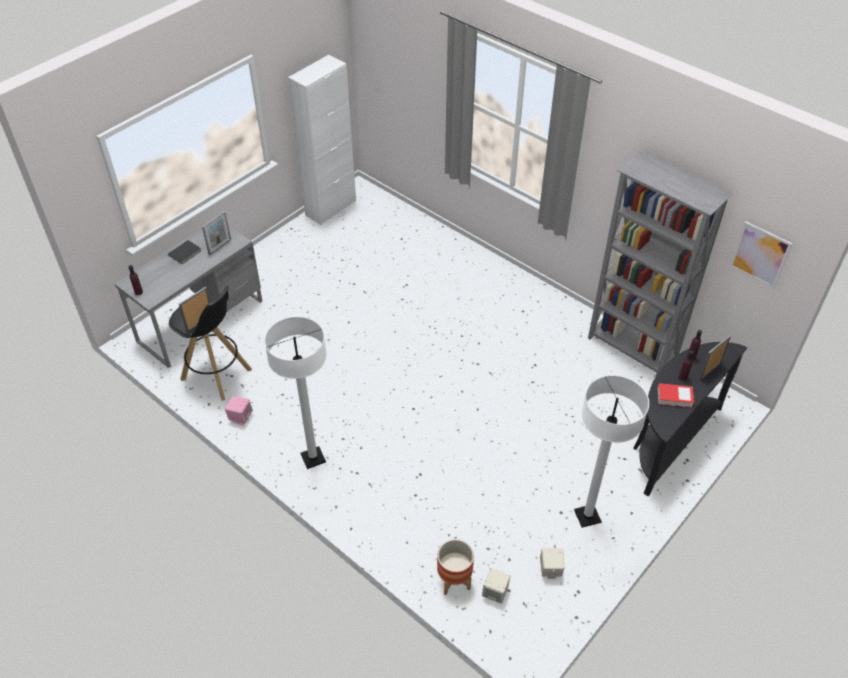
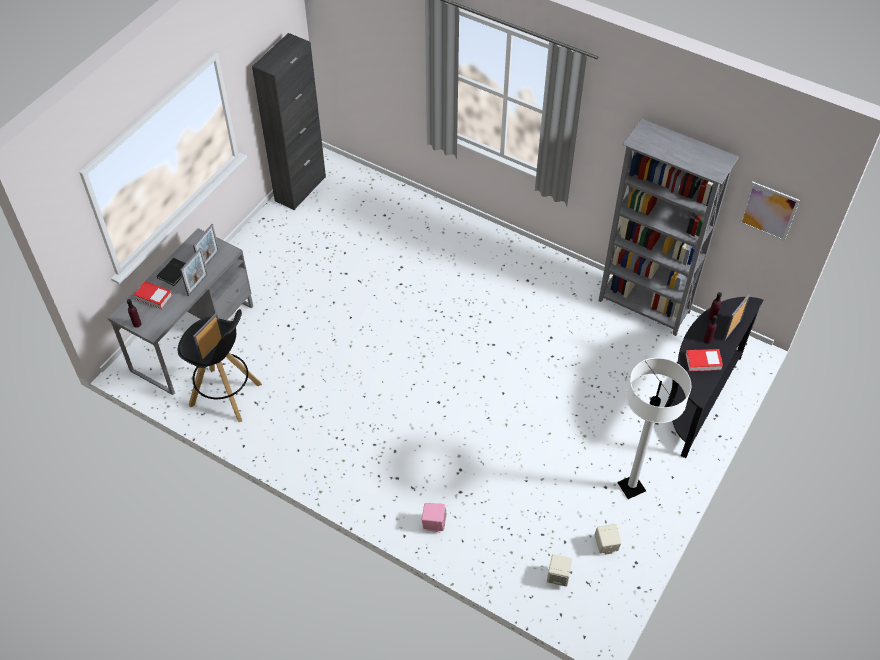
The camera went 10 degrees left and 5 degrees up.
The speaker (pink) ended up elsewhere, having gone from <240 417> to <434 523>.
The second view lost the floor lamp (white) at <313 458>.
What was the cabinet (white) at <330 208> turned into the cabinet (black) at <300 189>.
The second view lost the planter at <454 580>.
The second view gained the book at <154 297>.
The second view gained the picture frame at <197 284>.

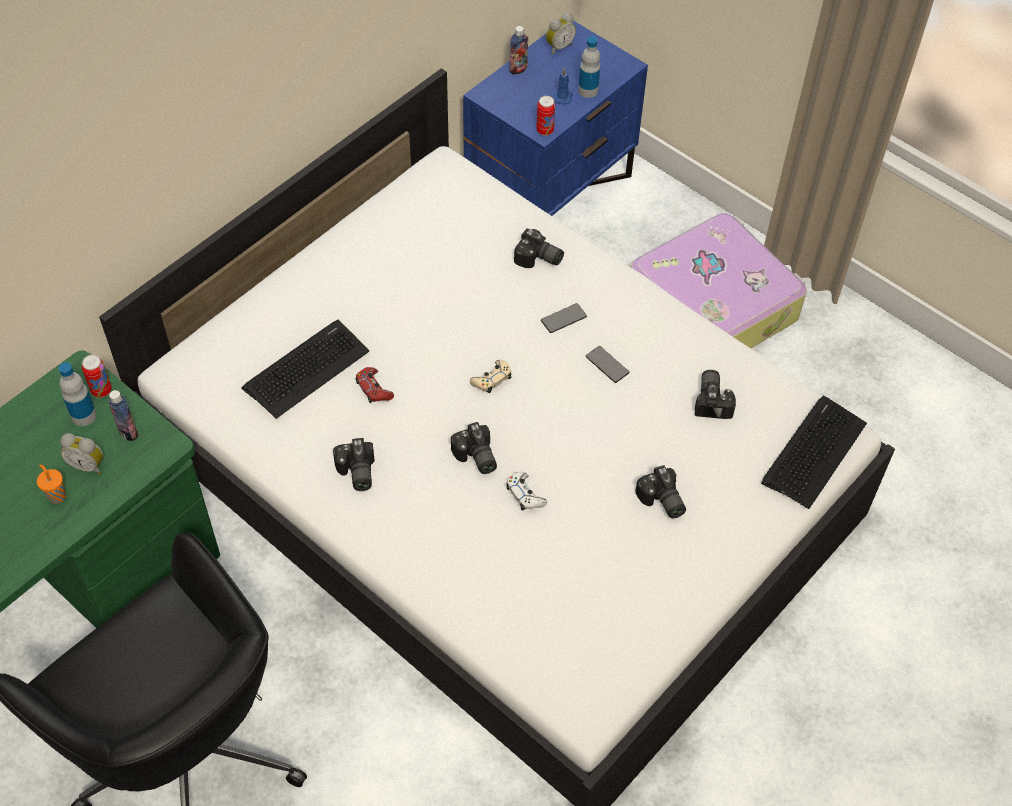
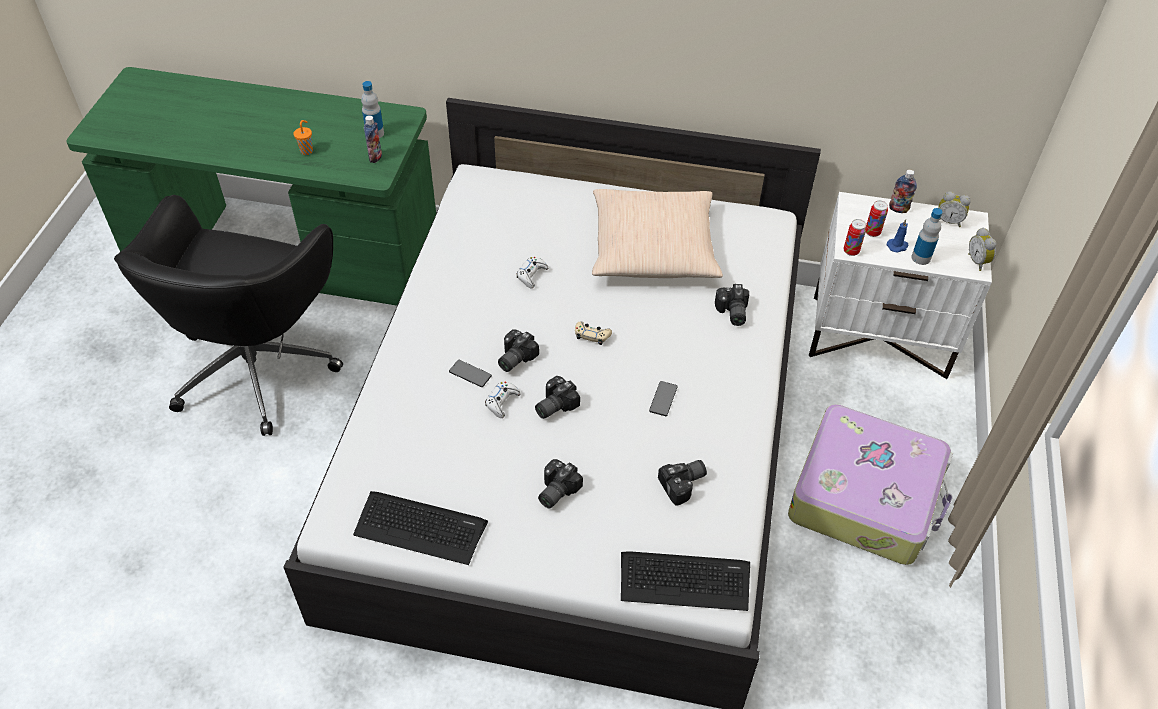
The camera went 60 degrees right and 5 degrees down.
The alarm clock ended up elsewhere, having gone from <88 465> to <978 262>.
The can ended up elsewhere, having gone from <101 390> to <872 232>.
The keyboard ended up elsewhere, having gone from <306 369> to <420 527>.
The photo camera ended up elsewhere, having gone from <355 473> to <553 405>.
What was the game controller (red) at <374 389> turned into the game controller (white) at <531 275>.
What was the nightstand (blue) at <550 191> turned into the nightstand (white) at <879 335>.
The phone ended up elsewhere, having gone from <563 319> to <470 374>.
The second view gained the pillow (beige) at <653 247>.

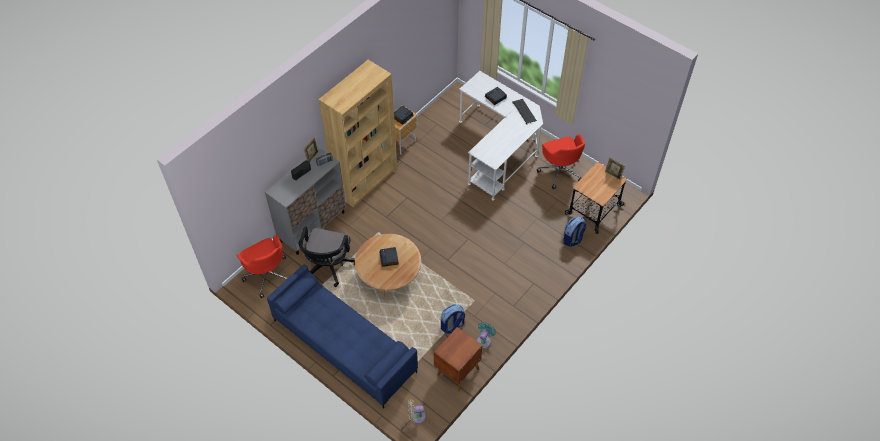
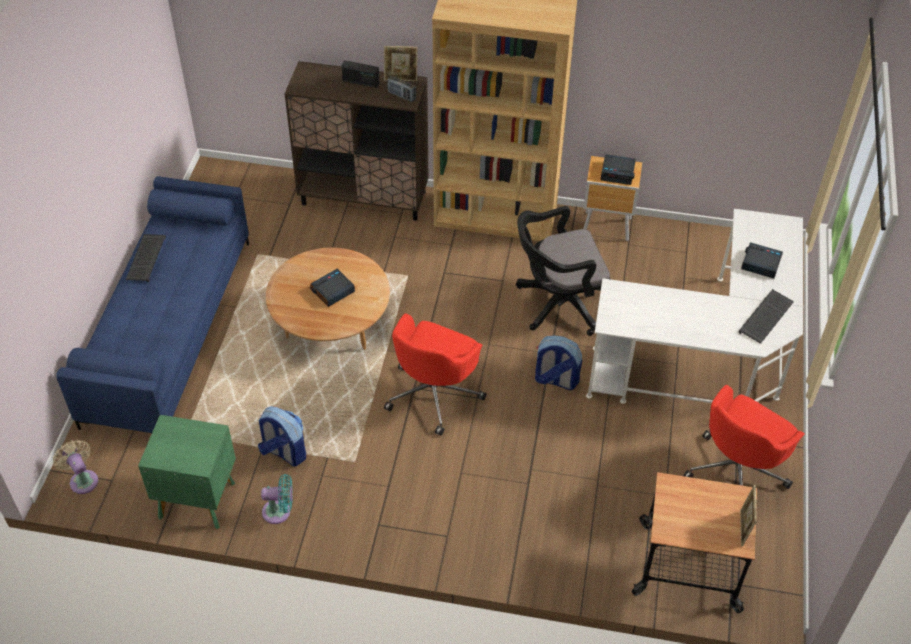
The camera went 60 degrees right and 5 degrees down.
The office chair (red) ended up elsewhere, having gone from <267 275> to <434 393>.
What was the cabinet (grey) at <313 226> turned into the cabinet (brown) at <364 198>.
The office chair (black) ended up elsewhere, having gone from <328 267> to <558 304>.
What was the nightstand (brown) at <457 371> turned into the nightstand (green) at <196 498>.
The backpack ended up elsewhere, having gone from <573 239> to <555 380>.
The second view gained the keyboard at <146 258>.

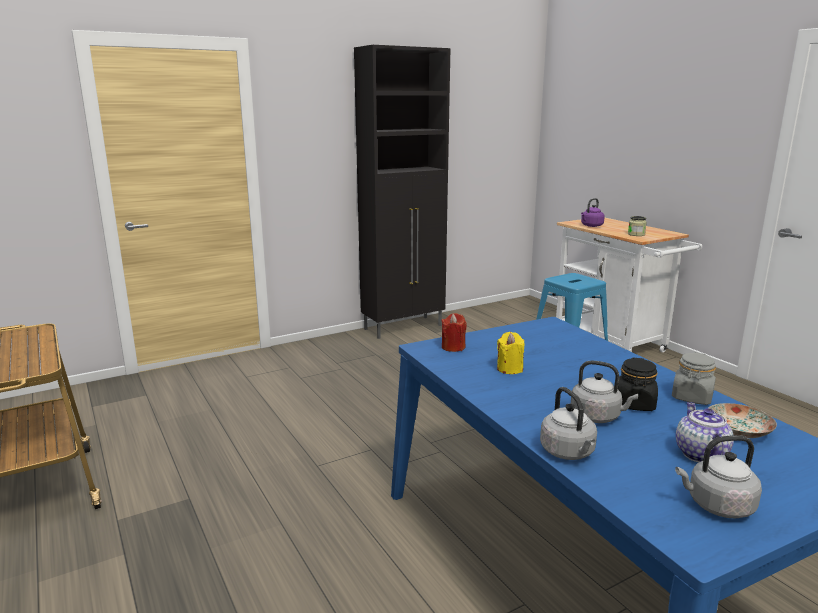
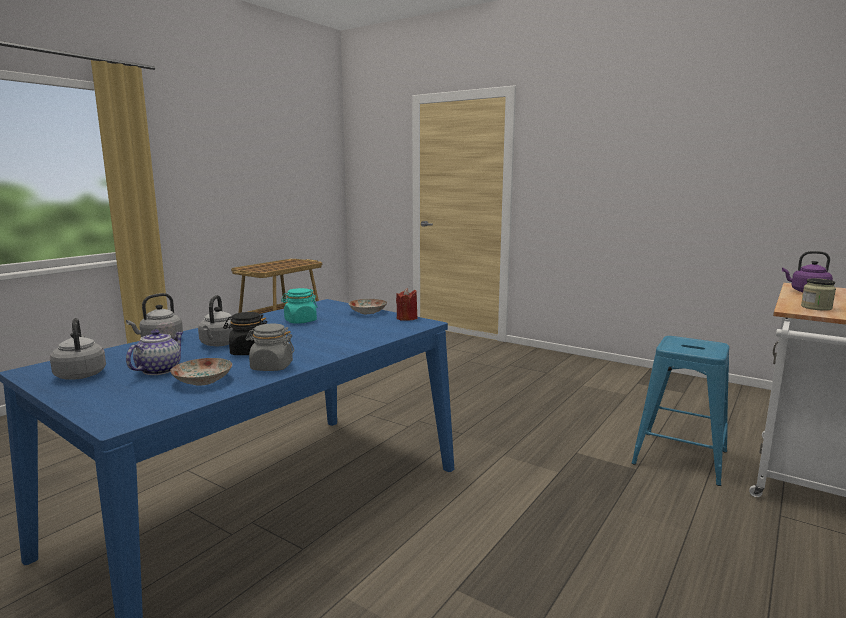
The camera went 65 degrees right and 5 degrees down.
The second view lost the cabinet (black) at <404 327>.
The candle (red) ended up elsewhere, having gone from <453 347> to <407 318>.
Where the candle (yellow) stood at <509 369>, the jar (turquoise) came to stand at <300 321>.
The teapot at <699 454> ended up facing another way, 45 degrees counterclockwise from before.
The second view gained the plate at <368 312>.

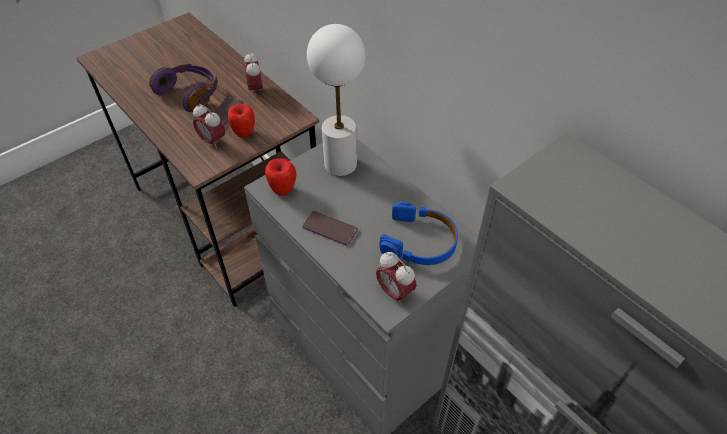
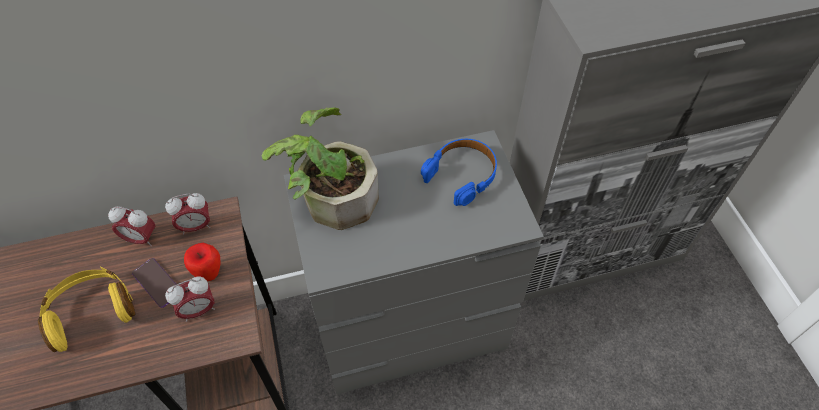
The camera went 65 degrees left and 5 degrees up.
What was the headphones (purple) at <190 94> turned into the headphones (yellow) at <91 312>.
The second view lost the apple at <283 190>.
The second view lost the phone at <330 228>.
Where the table lamp (white) stood at <340 164>, the potted plant came to stand at <331 197>.
The alarm clock ended up elsewhere, having gone from <394 292> to <196 226>.

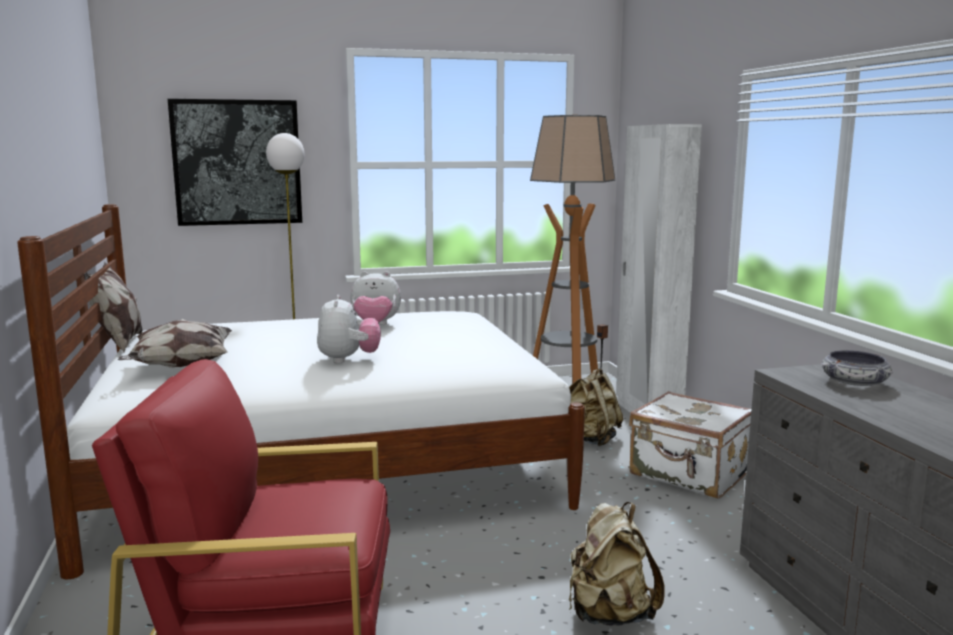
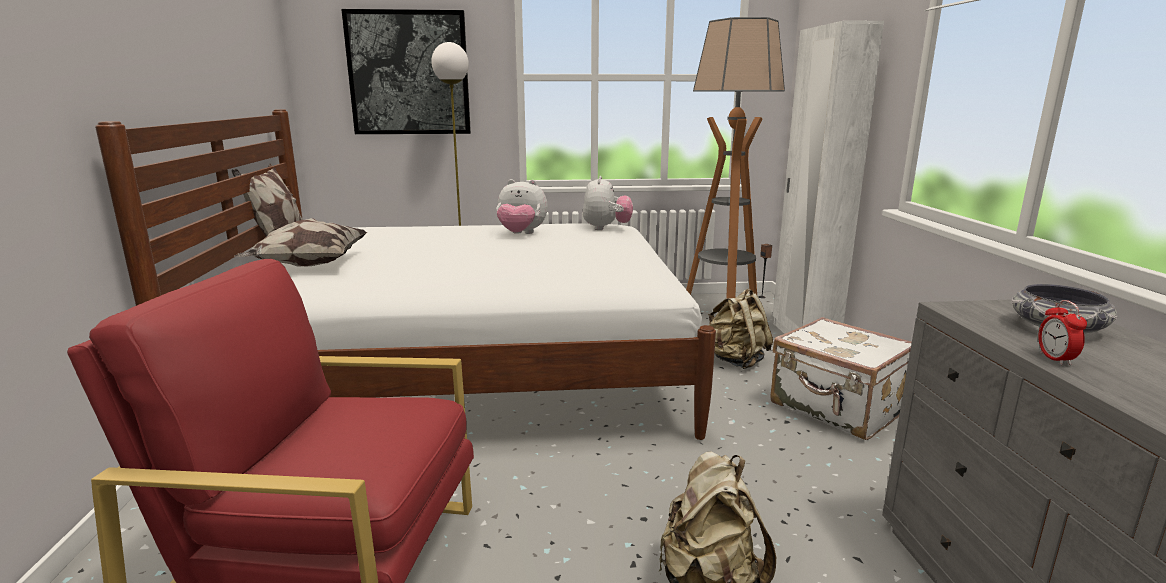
The camera went 10 degrees right and 5 degrees up.
The plush toy ended up elsewhere, having gone from <348 360> to <606 228>.
The second view gained the alarm clock at <1055 359>.

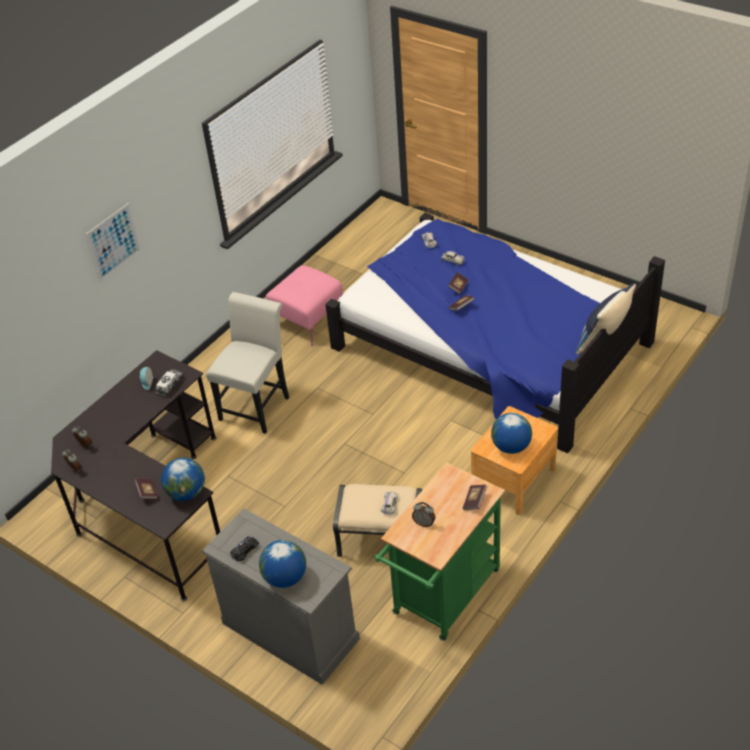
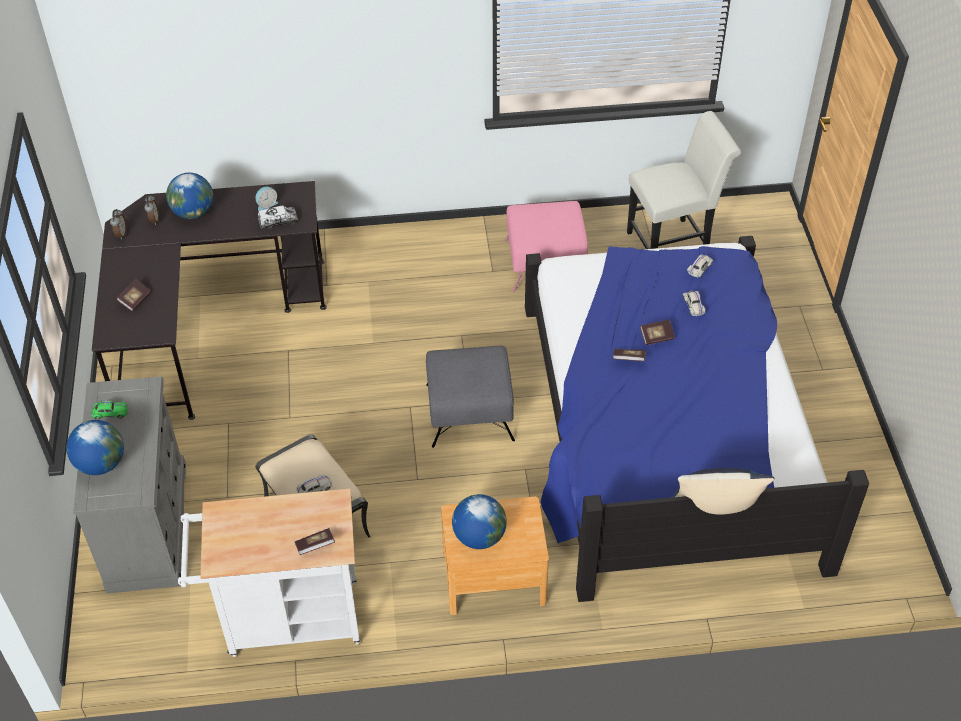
The camera went 45 degrees right and 5 degrees up.
The second view lost the picture at <114 242>.
The globe ended up elsewhere, having gone from <187 493> to <193 212>.
The chair (white) ended up elsewhere, having gone from <257 405> to <673 244>.
What was the toy car (black) at <245 551> turned into the toy car (green) at <110 413>.
What was the cart (green) at <443 598> turned into the cart (white) at <285 620>.
The second view lost the alarm clock at <424 523>.
The second view gained the ottoman (grey) at <469 411>.

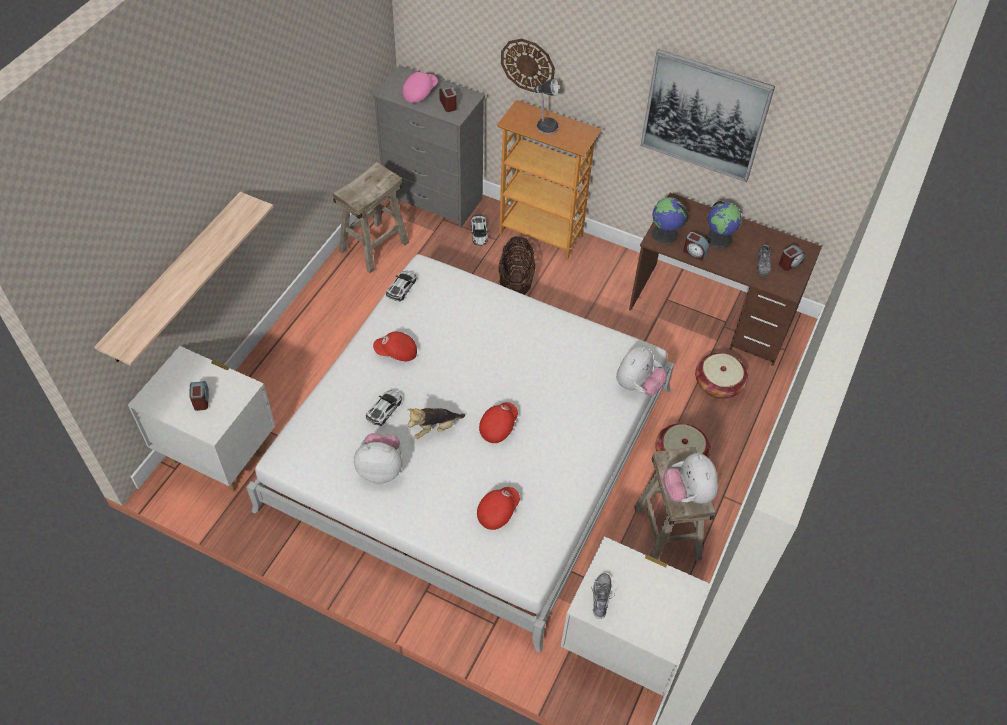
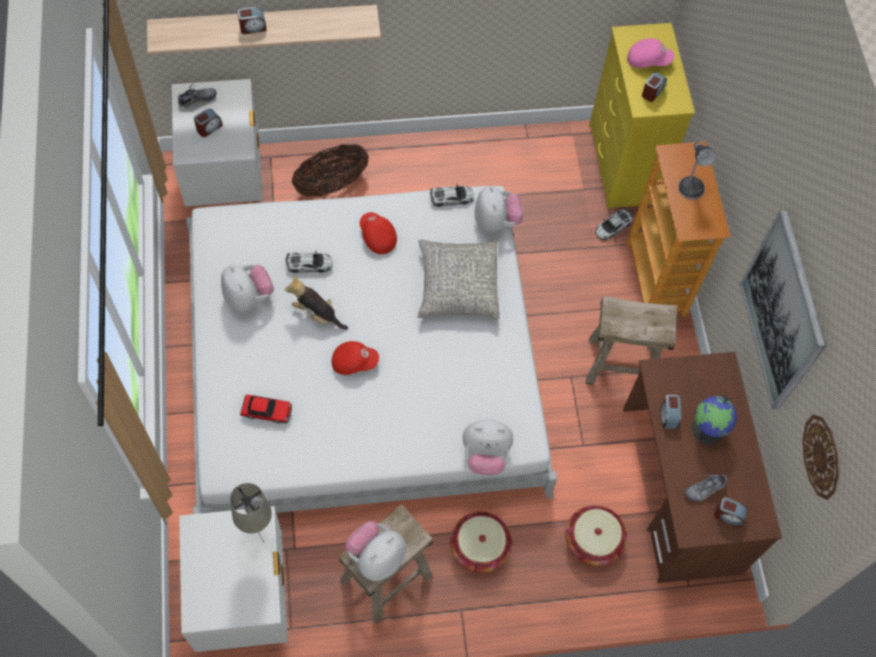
The camera went 55 degrees right and 10 degrees up.
The stool (beige) ended up elsewhere, having gone from <374 246> to <620 364>.
What was the dresser (grey) at <433 199> turned into the dresser (yellow) at <622 165>.
Where the cap (red) stood at <497 511>, the toy car came to stand at <267 411>.
The basket ended up elsewhere, having gone from <516 283> to <331 184>.
The wall clock ended up elsewhere, having gone from <528 65> to <822 456>.
The shoe ended up elsewhere, having gone from <601 597> to <197 99>.
The second view lost the globe at <664 234>.
The second view gained the table lamp (beige) at <258 535>.
The second view gained the alarm clock at <253 27>.
The second view gained the pillow (grey) at <457 285>.
The second view gained the plush toy at <496 222>.

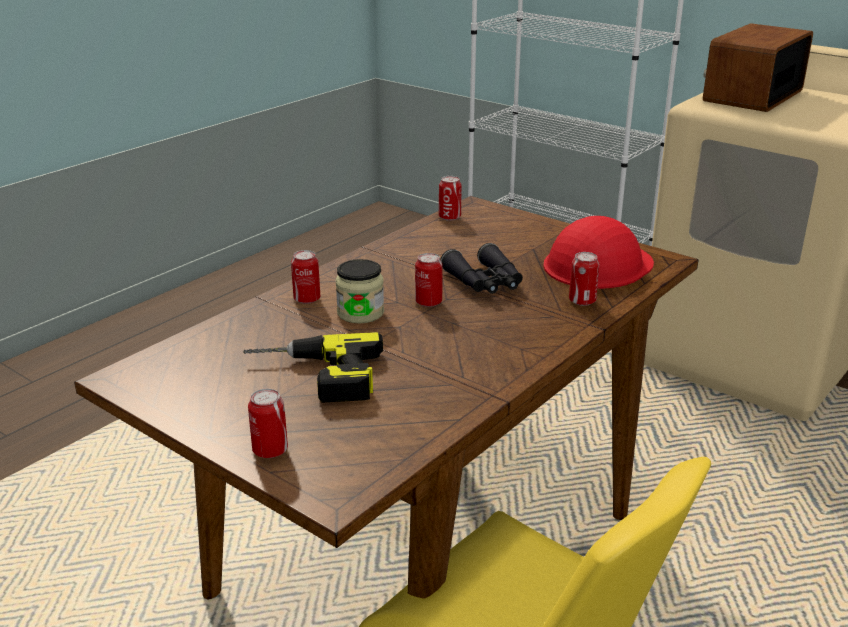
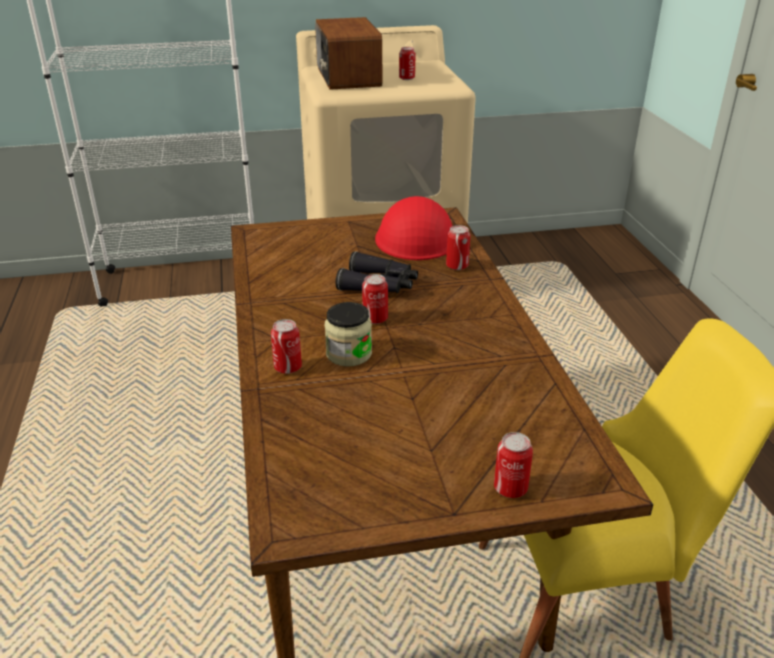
The camera went 50 degrees left and 5 degrees up.
The second view lost the power drill at <314 377>.
The can ended up elsewhere, having gone from <449 217> to <407 78>.

